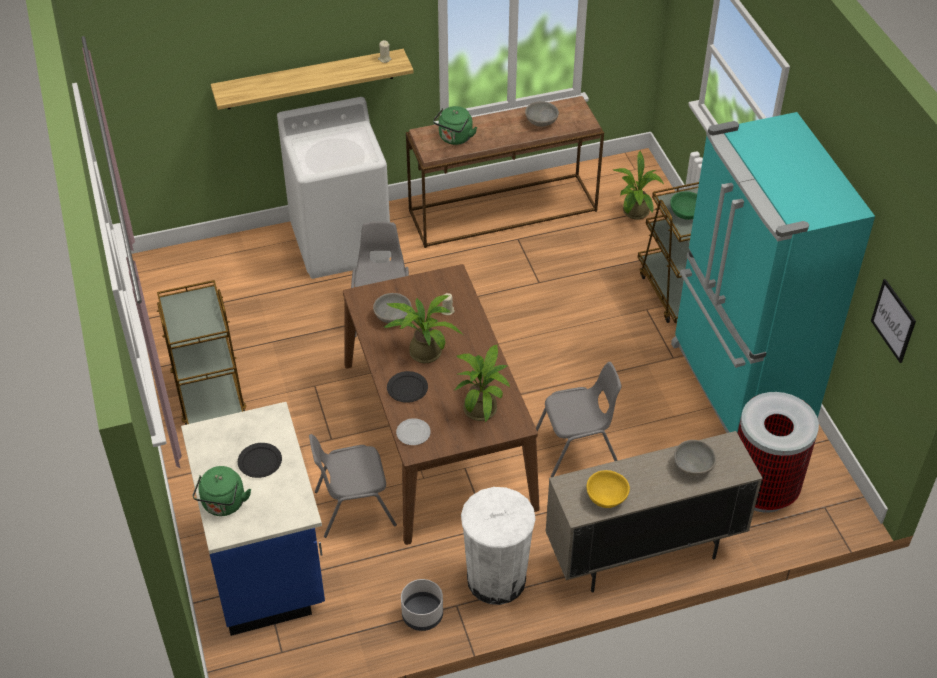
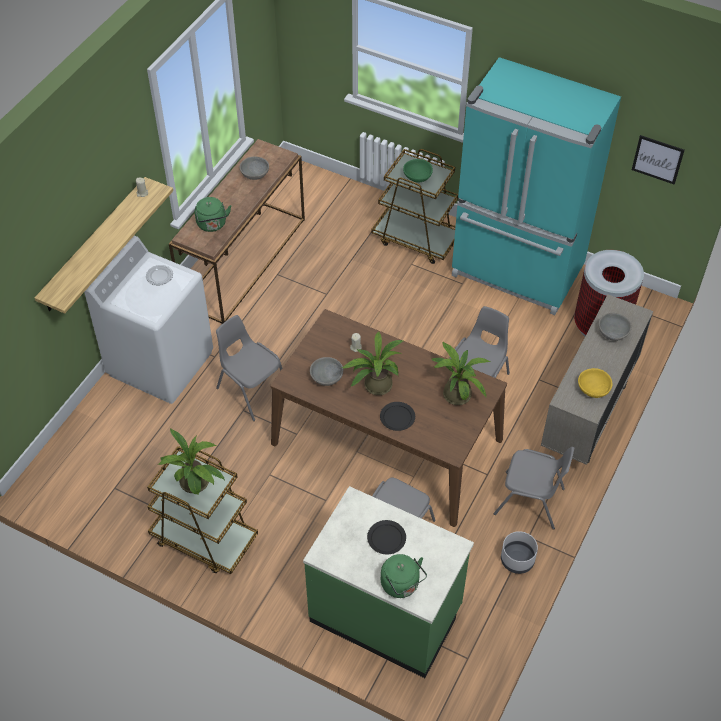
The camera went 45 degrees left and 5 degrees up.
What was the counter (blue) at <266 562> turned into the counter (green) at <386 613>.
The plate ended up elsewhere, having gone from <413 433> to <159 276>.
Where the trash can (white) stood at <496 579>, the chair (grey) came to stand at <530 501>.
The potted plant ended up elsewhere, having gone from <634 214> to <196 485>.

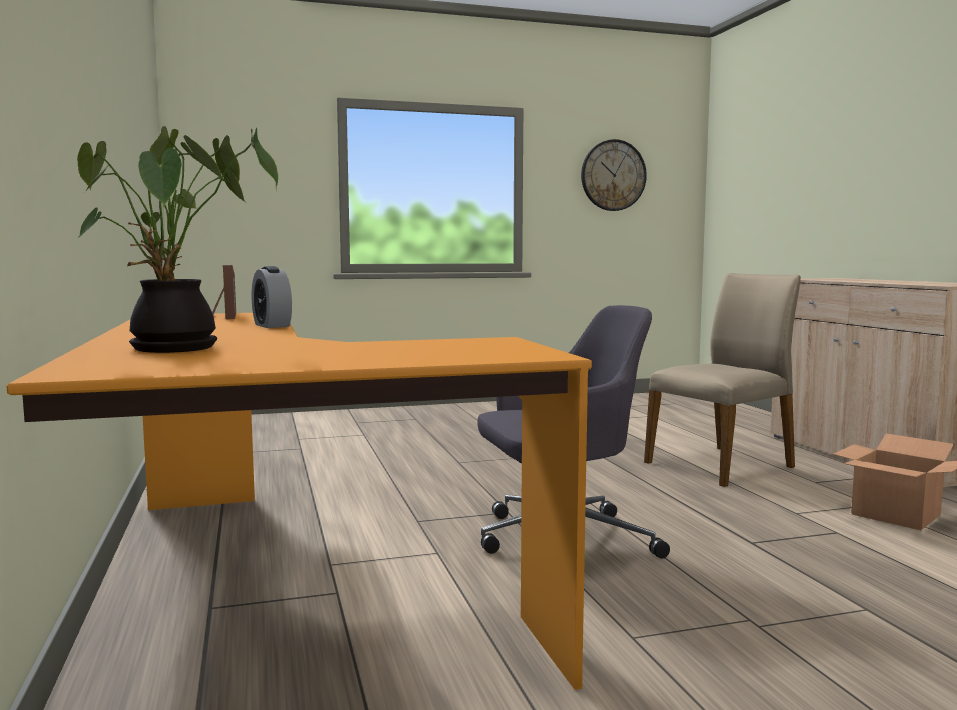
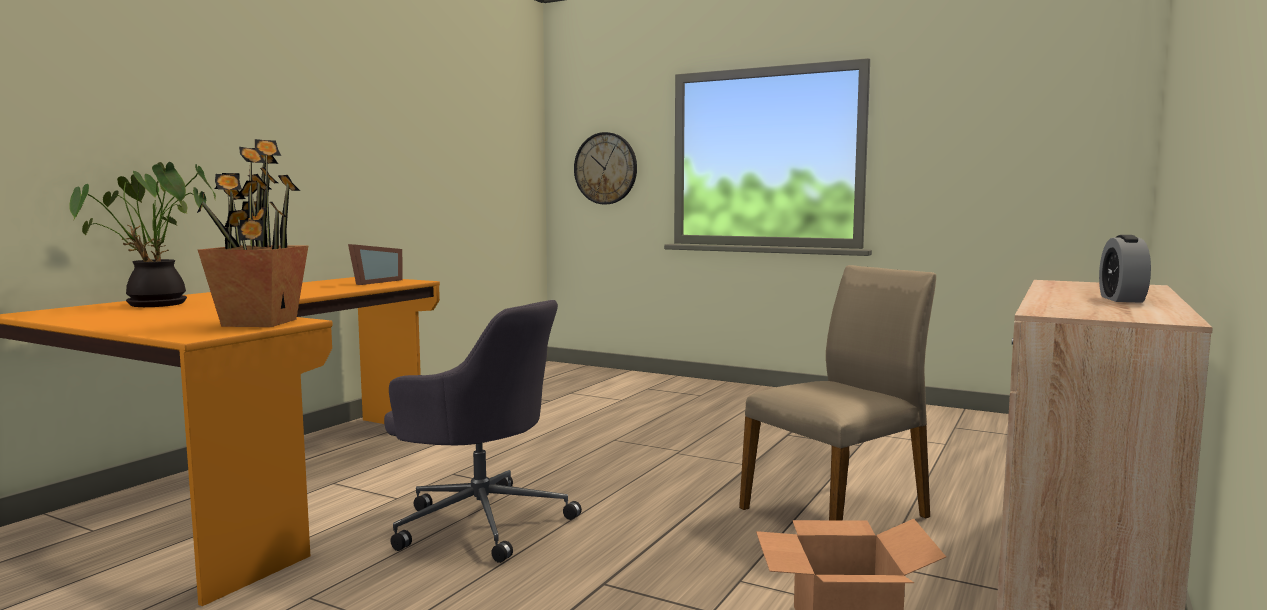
The camera went 45 degrees right and 0 degrees up.
The alarm clock ended up elsewhere, having gone from <272 325> to <1121 299>.
The wall clock ended up elsewhere, having gone from <613 175> to <605 168>.
The chair (beige) at <721 465> ended up facing another way, 45 degrees counterclockwise from before.
The second view gained the potted plant at <258 323>.

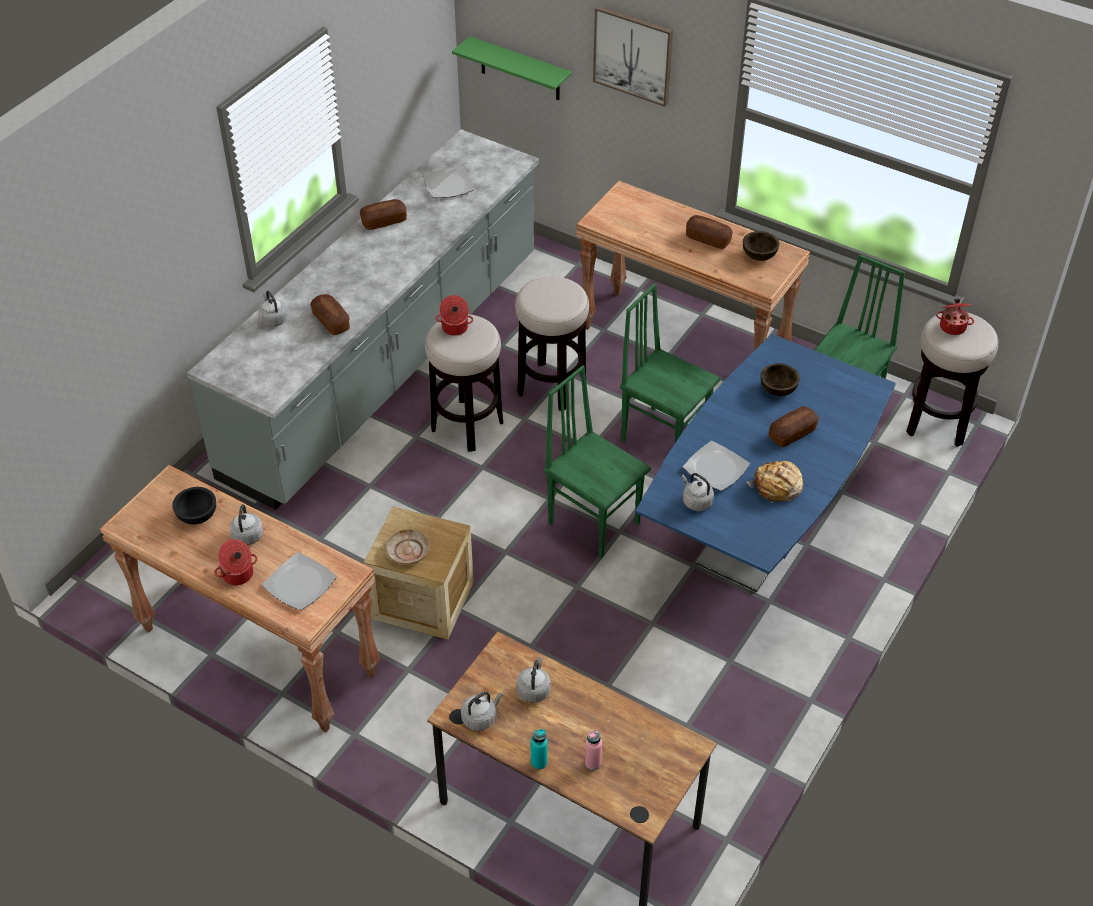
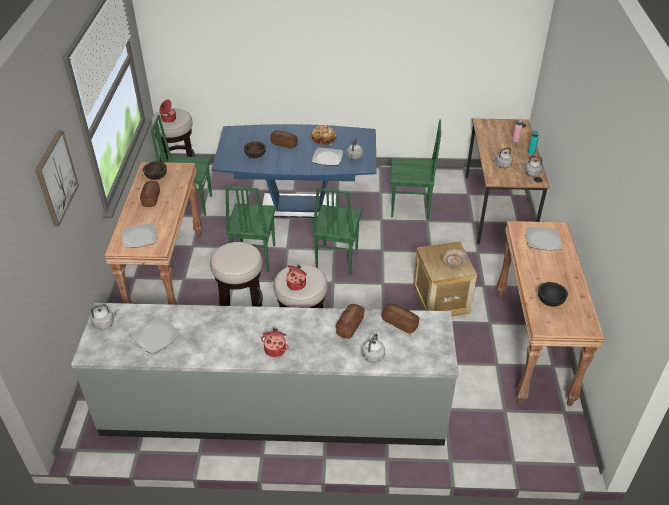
The camera went 120 degrees left and 5 degrees down.
The cooking pot ended up elsewhere, having gone from <238 575> to <275 349>.
The kettle (grey) ended up elsewhere, having gone from <247 537> to <105 323>.
The bread ended up elsewhere, having gone from <384 221> to <400 323>.
The second view lost the shelf (green) at <520 69>.
The second view gained the plate at <139 237>.
The second view gained the chair (green) at <410 208>.

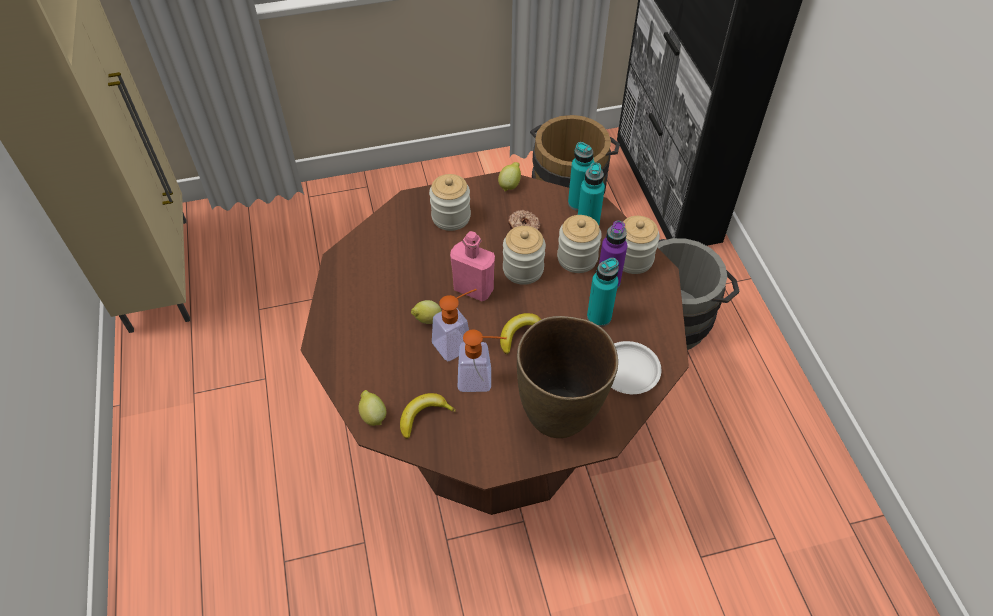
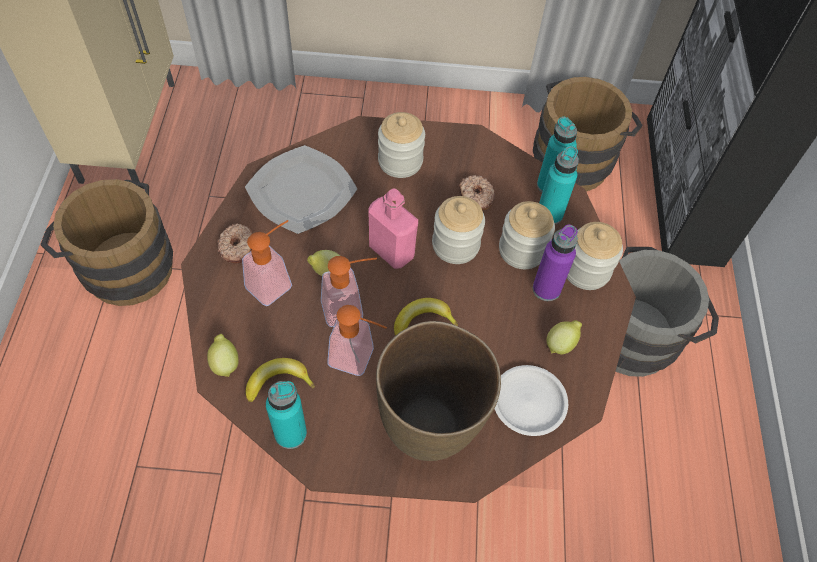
The camera went 15 degrees right and 5 degrees up.
The lemon ended up elsewhere, having gone from <510 185> to <561 344>.
The bottle (turquoise) ended up elsewhere, having gone from <599 317> to <290 433>.
The second view gained the bucket (brown) at <123 265>.
The second view gained the donut at <238 247>.
The second view gained the soap dispenser at <275 282>.
The second view gained the plate at <303 191>.

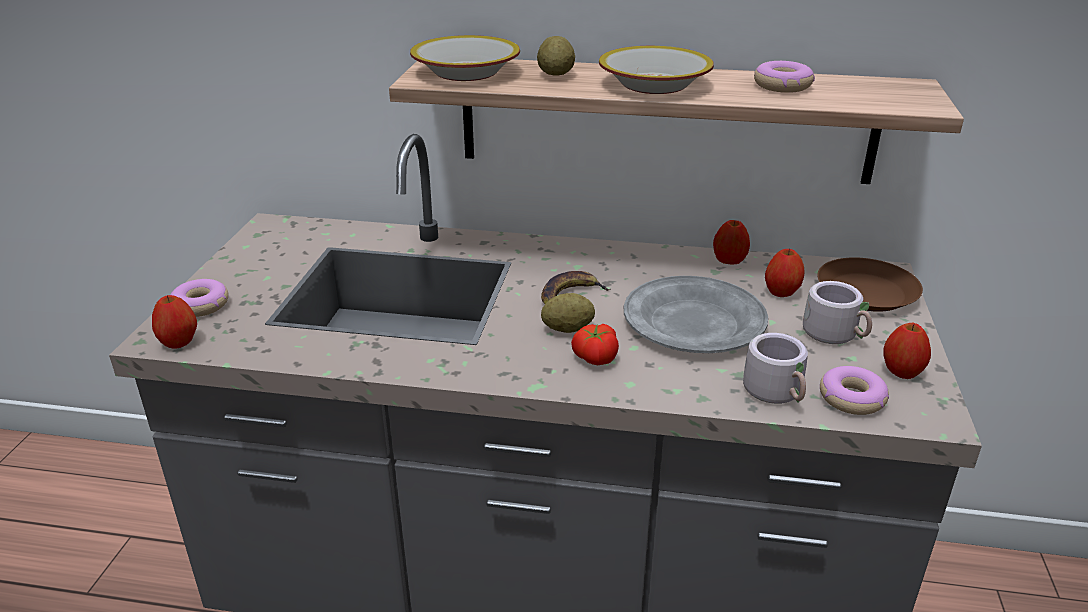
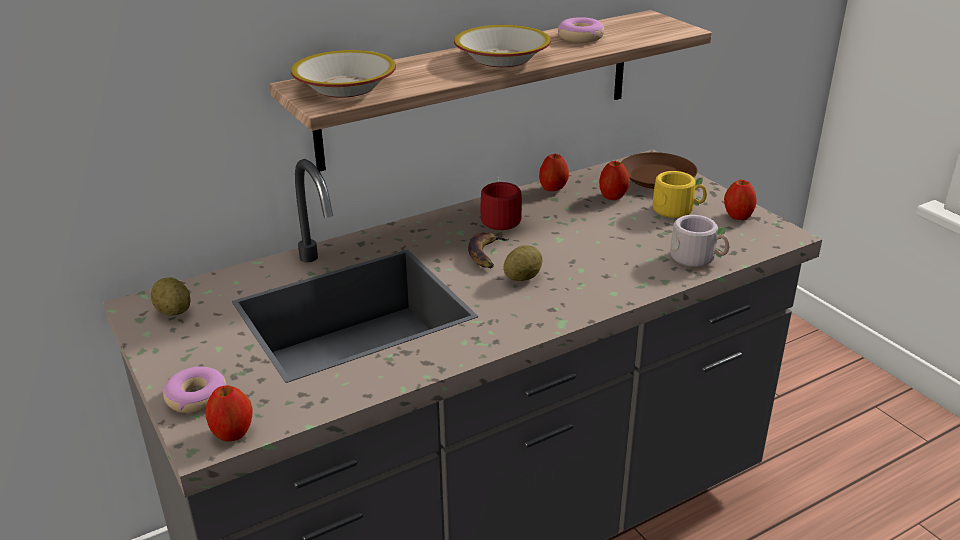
The camera went 40 degrees left and 0 degrees up.
The potato ended up elsewhere, having gone from <555 75> to <174 311>.
The second view lost the tomato at <594 358>.
The second view lost the plate (grey) at <694 321>.
What was the mug (grey) at <836 334> turned into the mug (yellow) at <677 209>.
The second view lost the donut at <852 398>.
The second view gained the mug (red) at <498 220>.

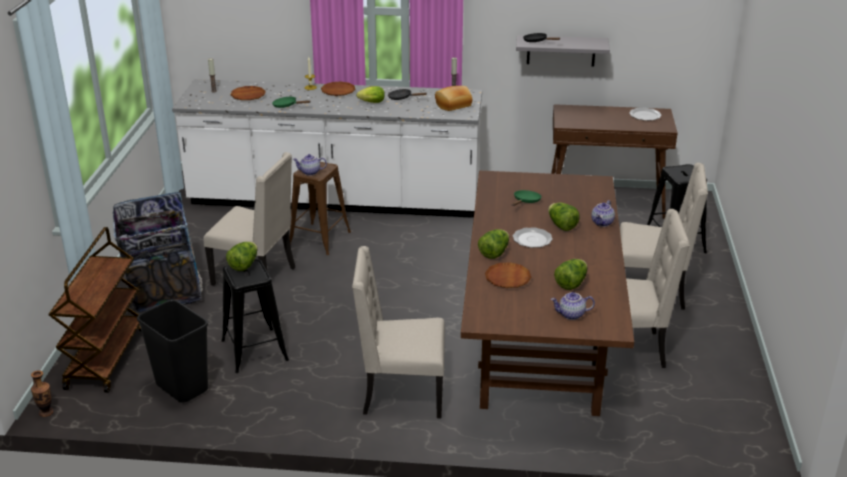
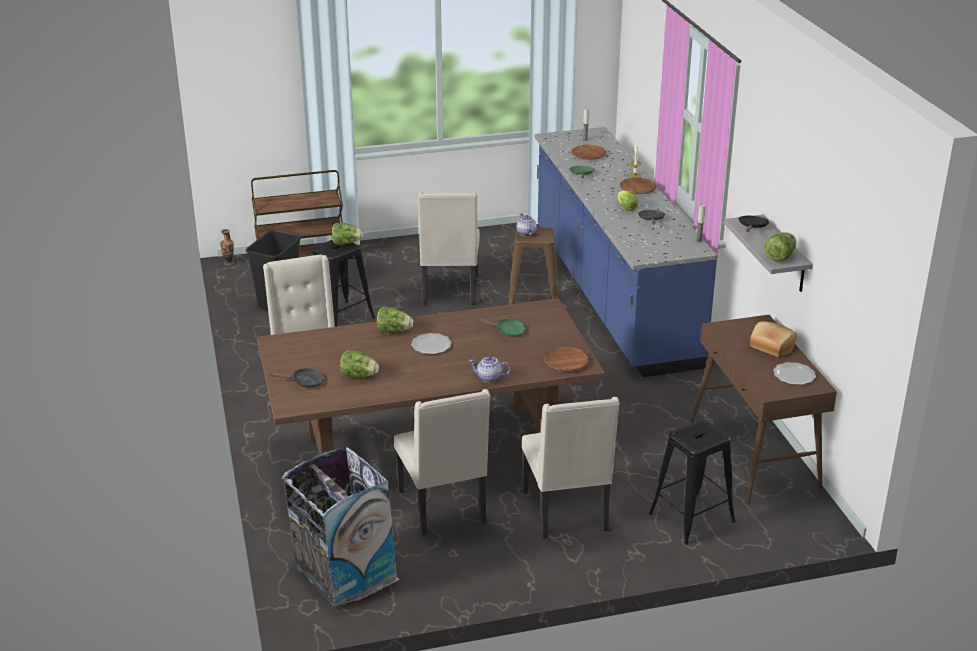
The camera went 70 degrees right and 0 degrees up.
The trash can ended up elsewhere, having gone from <164 293> to <344 572>.
What was the counter (white) at <335 200> turned into the counter (blue) at <612 295>.
The bread ended up elsewhere, having gone from <453 105> to <771 347>.
The plate (brown) ended up elsewhere, having gone from <507 278> to <566 362>.
The lettuce ended up elsewhere, having gone from <561 225> to <780 257>.
Where the teapot stood at <571 315>, the frying pan (black) came to stand at <304 382>.

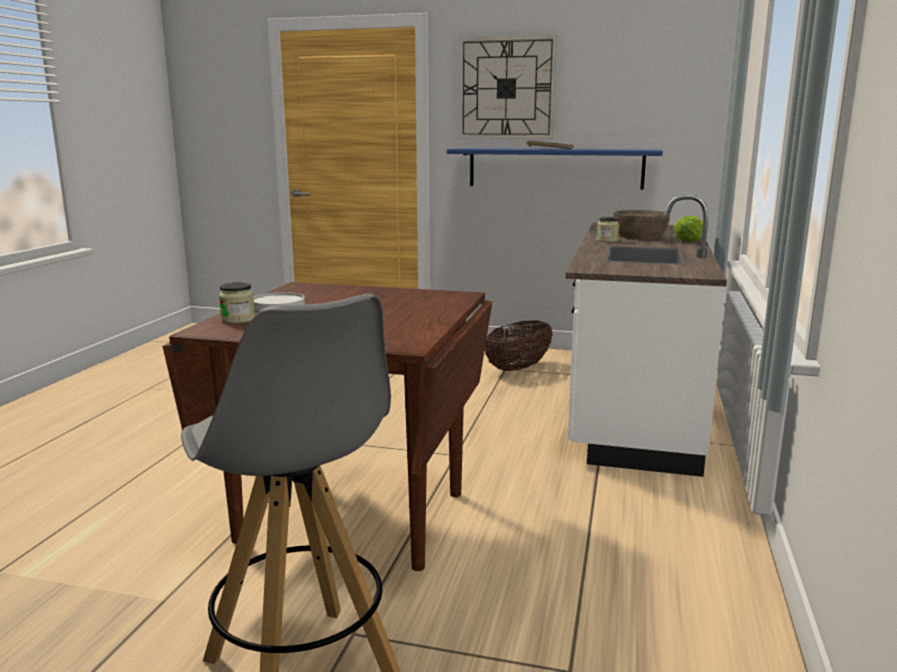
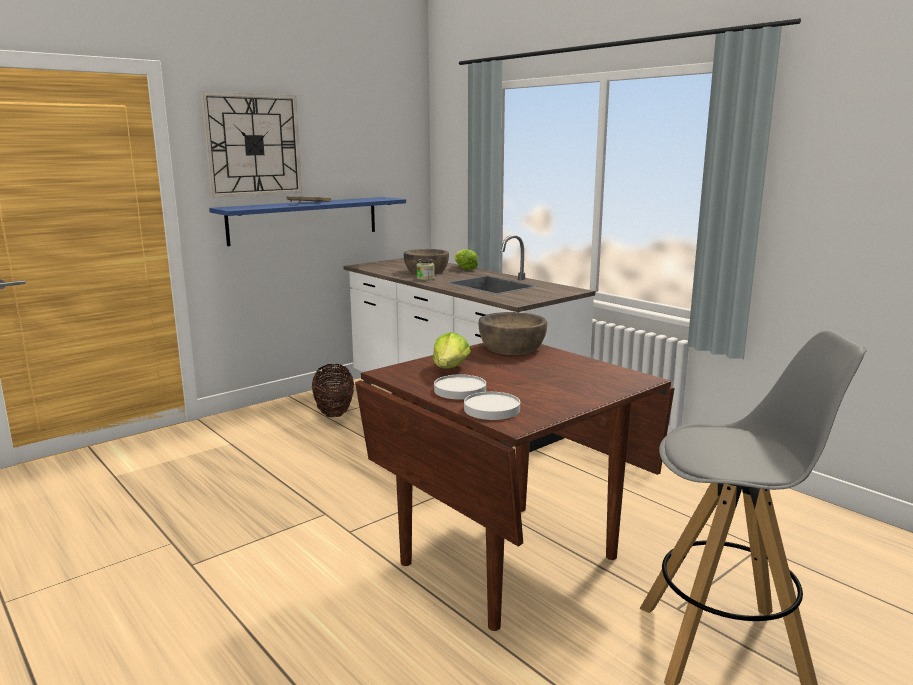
The camera went 55 degrees left and 0 degrees up.
Where the jar stood at <238 319>, the plate (white) came to stand at <492 409>.
The second view gained the lettuce at <450 369>.
The second view gained the bowl (brown) at <512 348>.

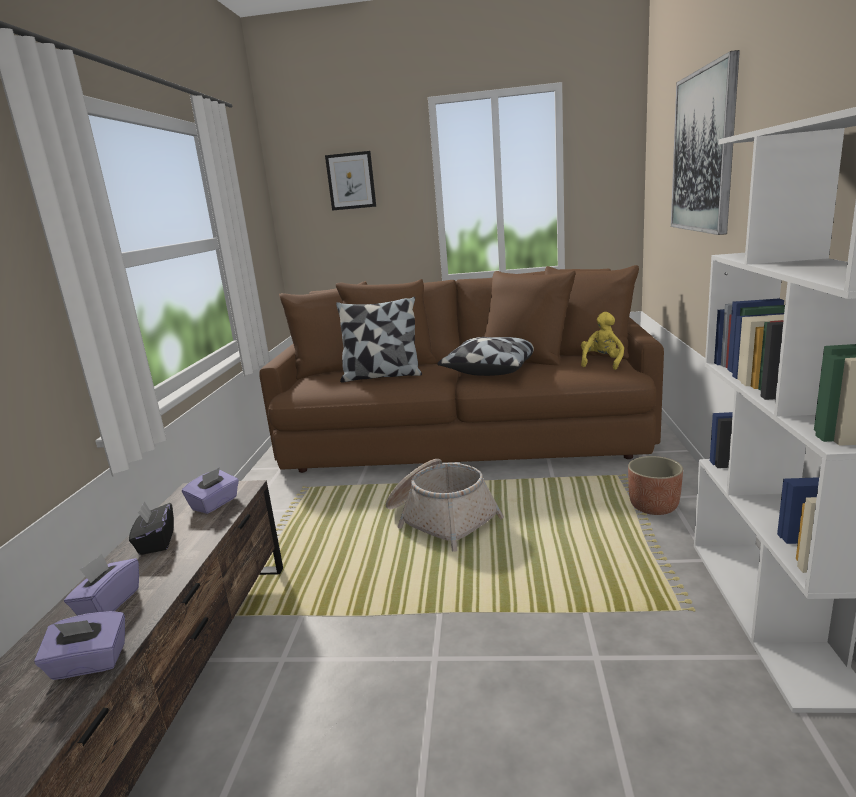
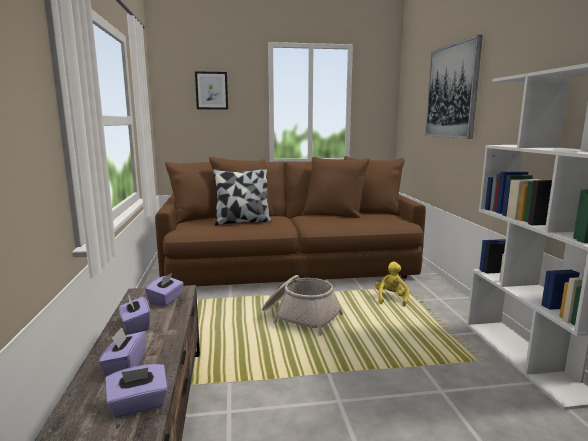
The camera went 15 degrees left and 5 degrees down.
What was the tissue box (black) at <156 542> turned into the tissue box (purple) at <135 326>.
The second view lost the pillow at <491 369>.
The plush toy (yellow) ended up elsewhere, having gone from <602 363> to <391 299>.
The second view lost the planter at <654 507>.

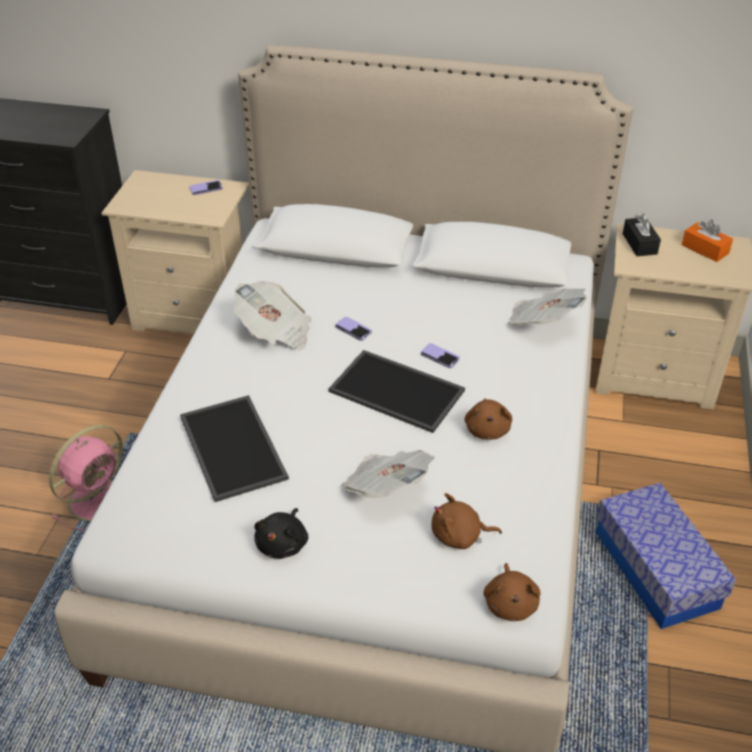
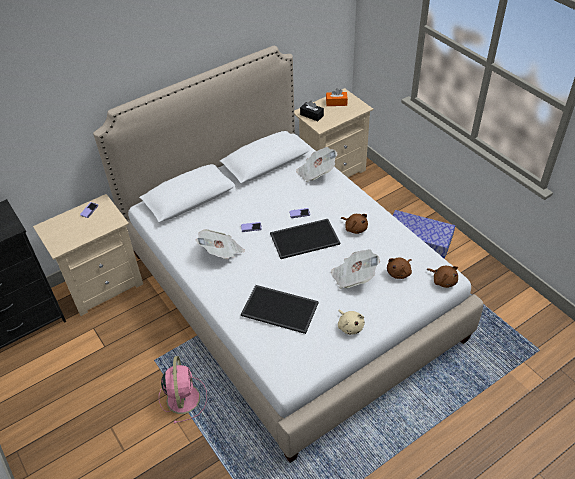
The camera went 45 degrees left and 5 degrees up.
What was the plush toy (black) at <283 544> turned into the plush toy (beige) at <350 326>.

